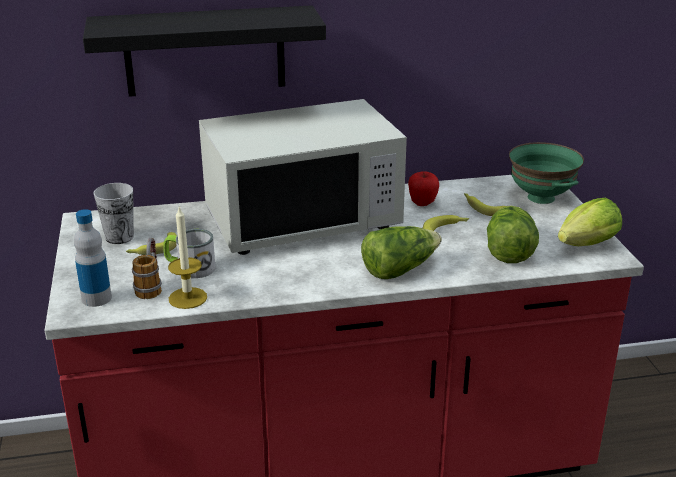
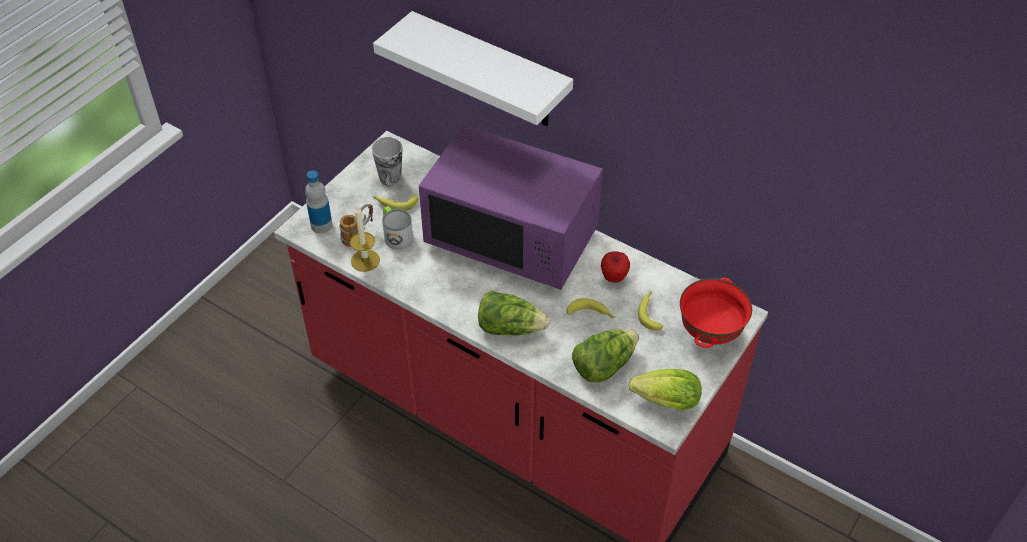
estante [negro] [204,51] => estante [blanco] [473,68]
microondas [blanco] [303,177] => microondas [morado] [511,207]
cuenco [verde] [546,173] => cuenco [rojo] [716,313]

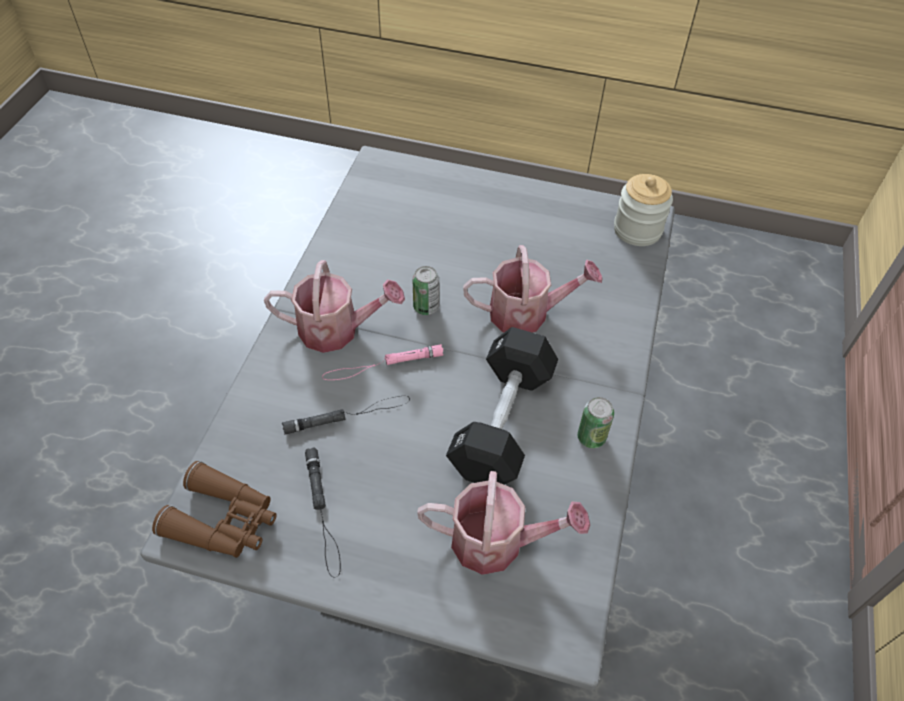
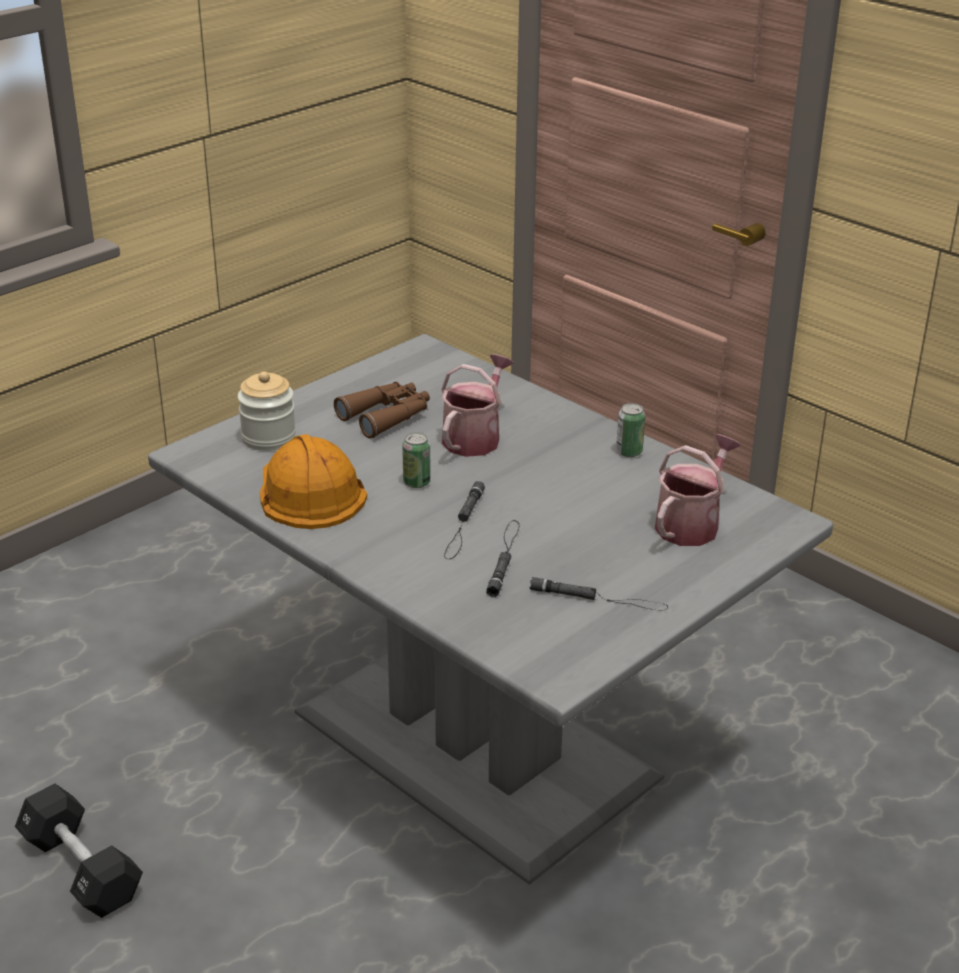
prismáticos [marrón] [214,509] => prismáticos [marrón] [382,410], relocated
regadera [334,306] => nothing
linterna [rosa] [383,362] => linterna [negro] [464,520]
mancuerna [negro] [502,406] => mancuerna [negro] [79,850], relocated
tarro [643,210] => tarro [267,411], relocated
nothing => casco [naranja] [313,481]

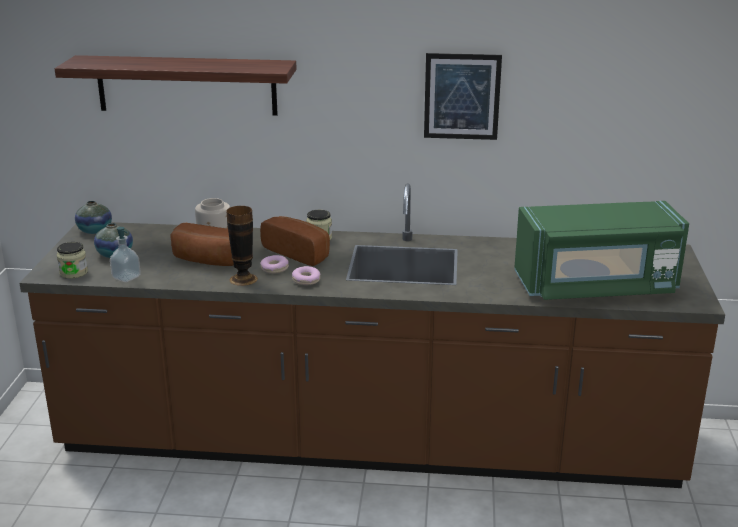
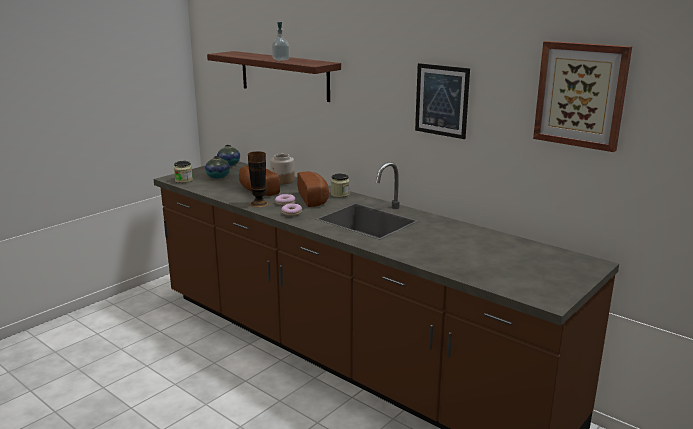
dispensador de jabón [125,254] => dispensador de jabón [281,41], relocated
microondas [verde] [601,250] => nothing
nothing => cuadro [582,96]

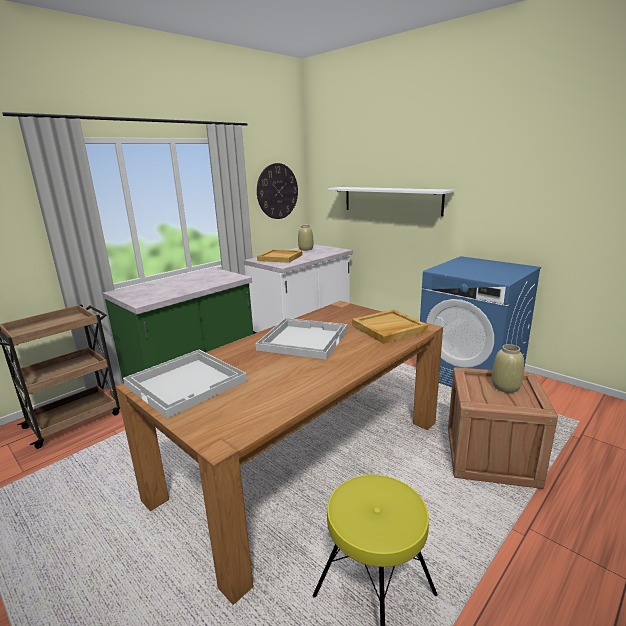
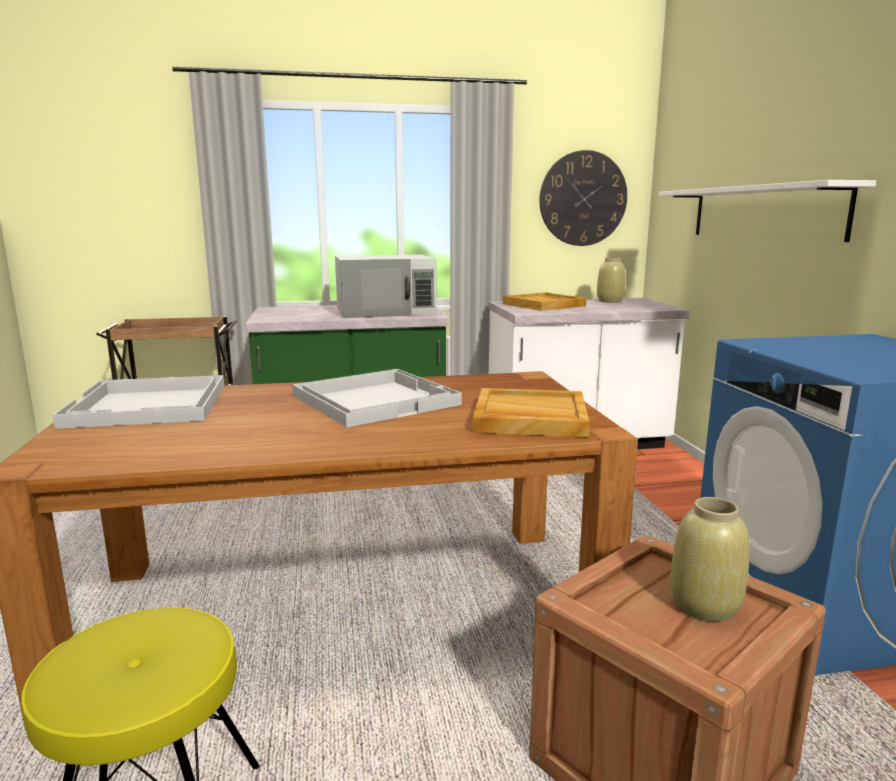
nothing => microondas [blanco] [386,286]

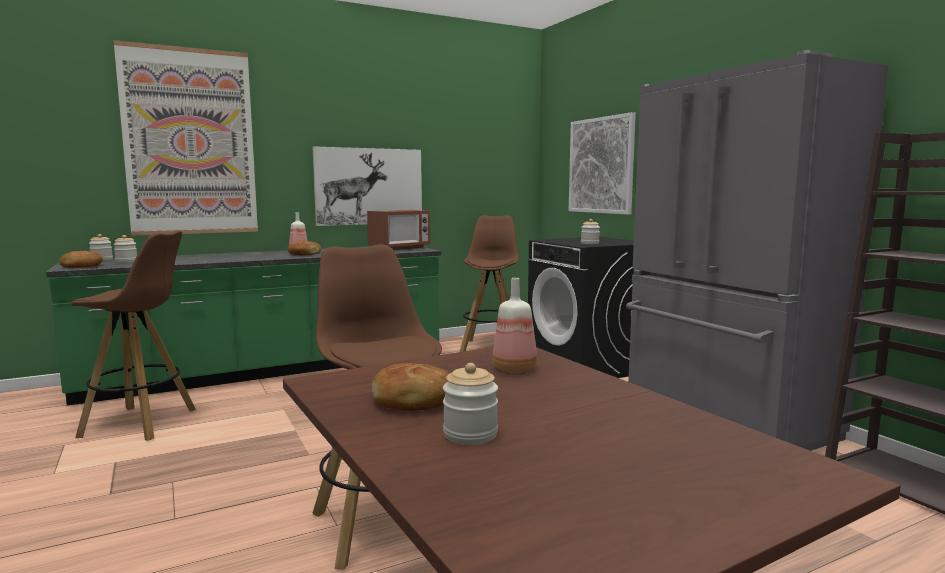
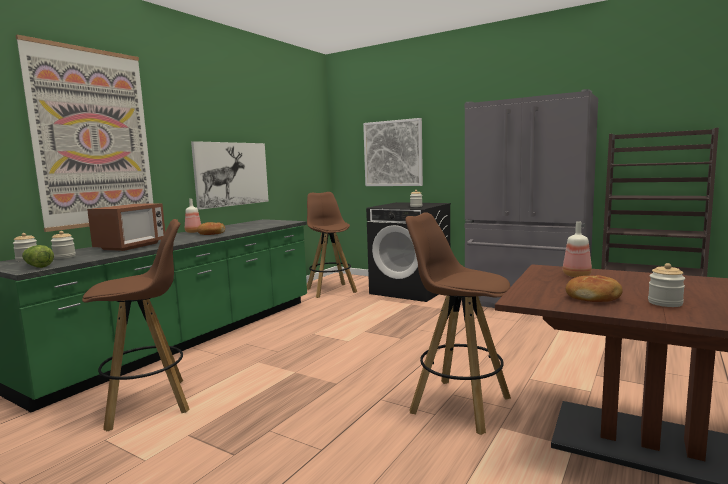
pan [81,259] => lechuga [38,256]
microondas [398,230] => microondas [126,227], relocated

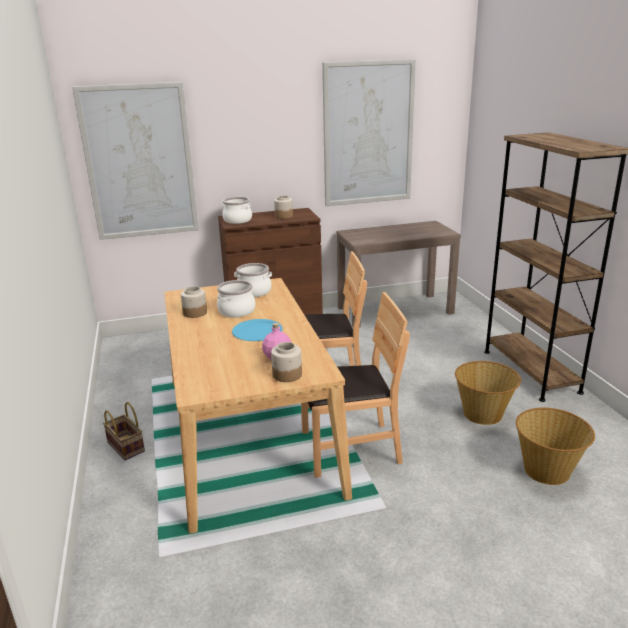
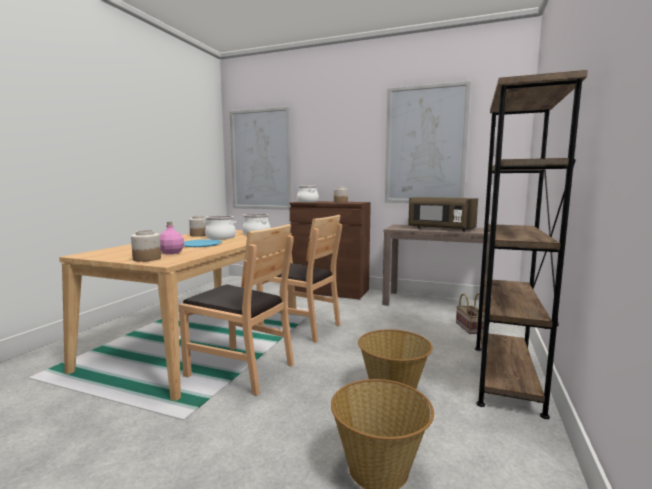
cesta [124,431] => cesta [470,313], relocated
nothing => microondas [marrón] [443,214]

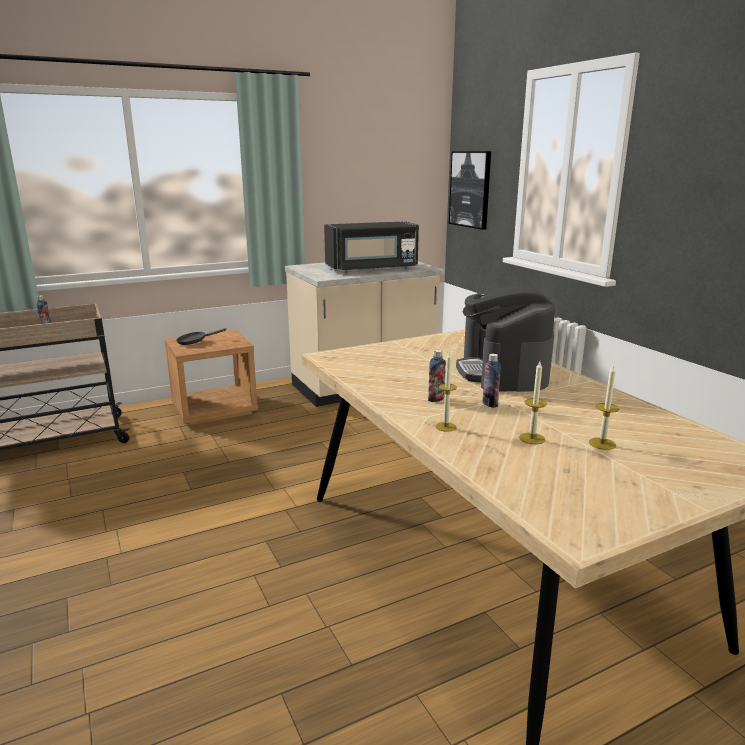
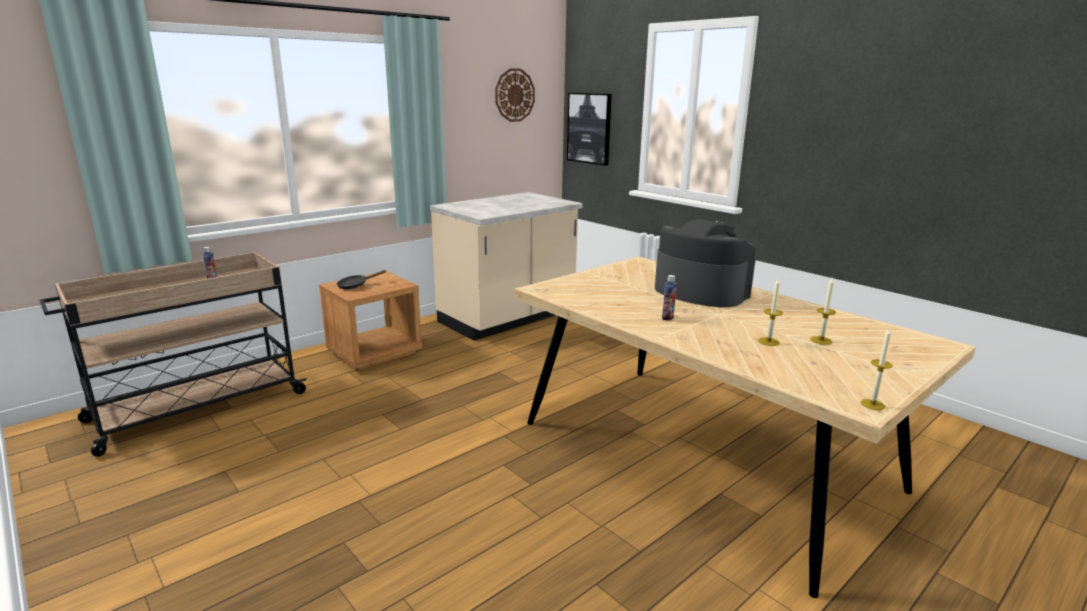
microondas [negro] [371,247] => nothing
vela [446,391] => vela [876,369], relocated
cafetera [505,339] => cafetera [705,263], 150 degrees clockwise
botella [492,381] => nothing
nothing => reloj de pared [515,95]

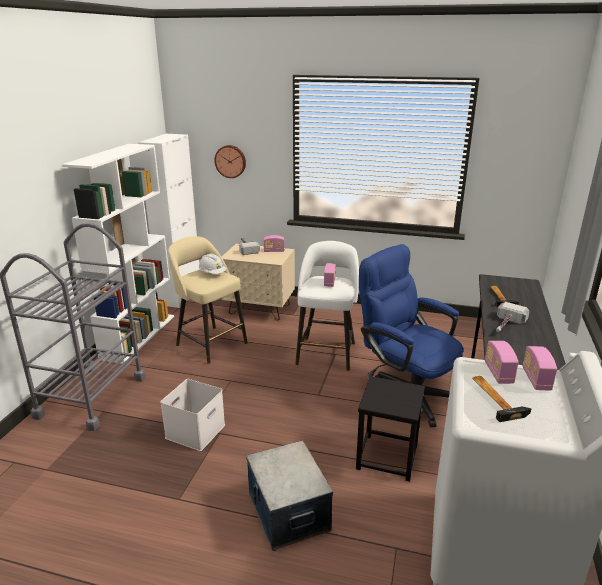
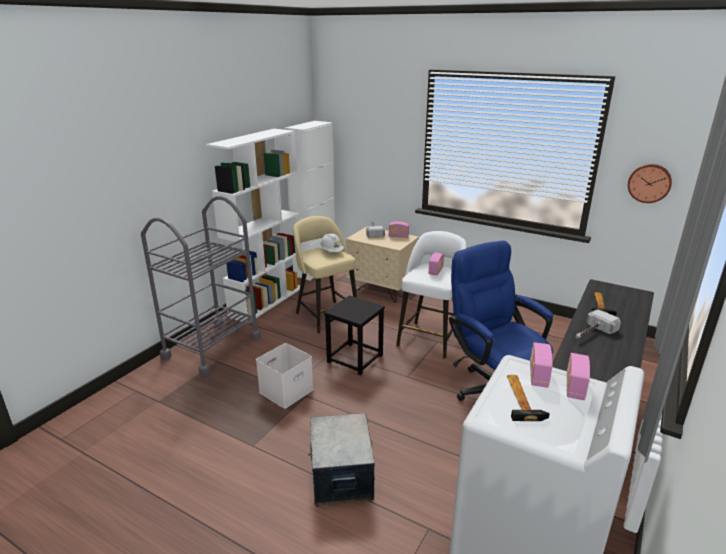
reloj de pared [230,161] => reloj de pared [650,183], relocated
taburete [negro] [390,429] => taburete [negro] [354,335], relocated

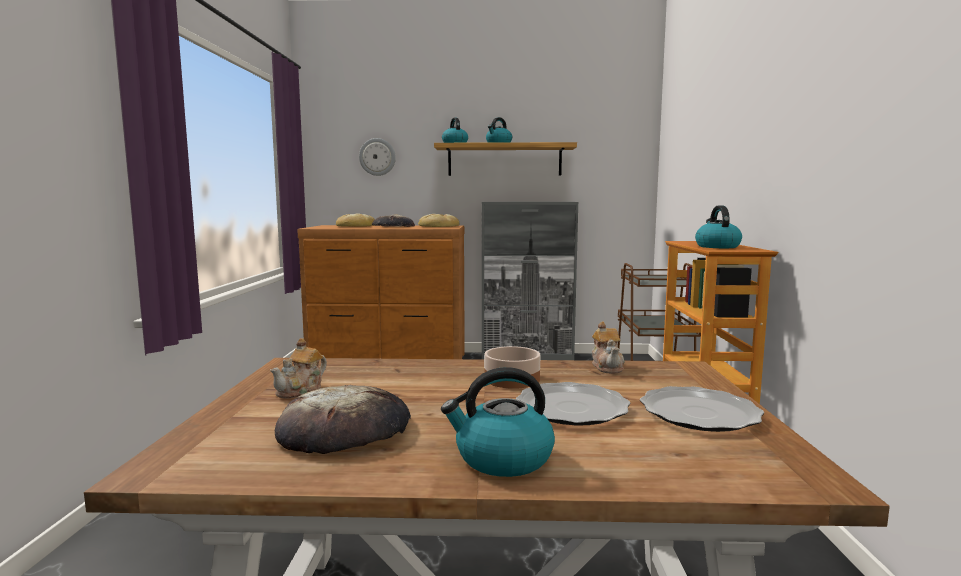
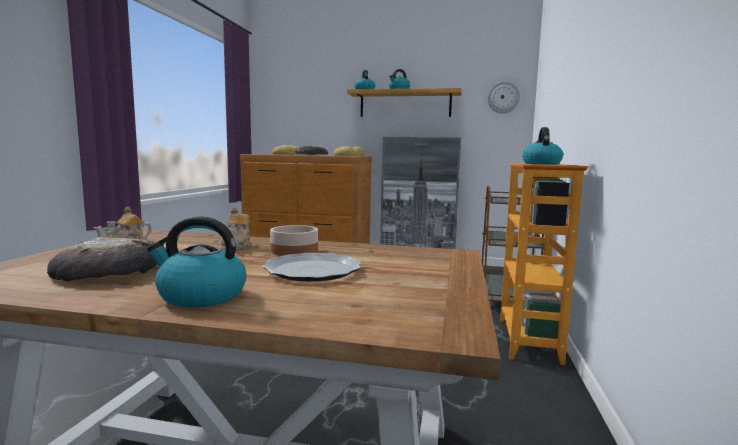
reloj de pared [377,157] => reloj de pared [504,97], relocated
tetera [608,347] => tetera [236,229], relocated
plato [702,409] => nothing

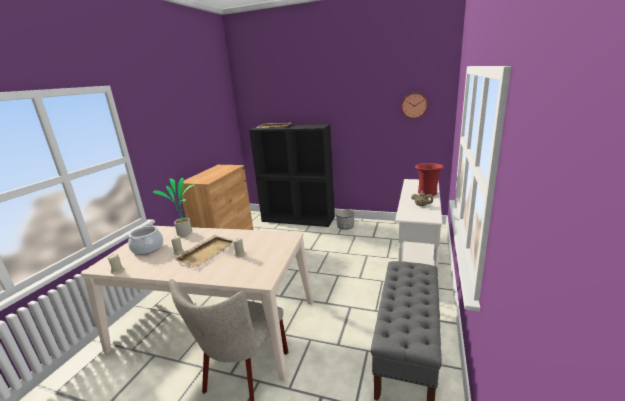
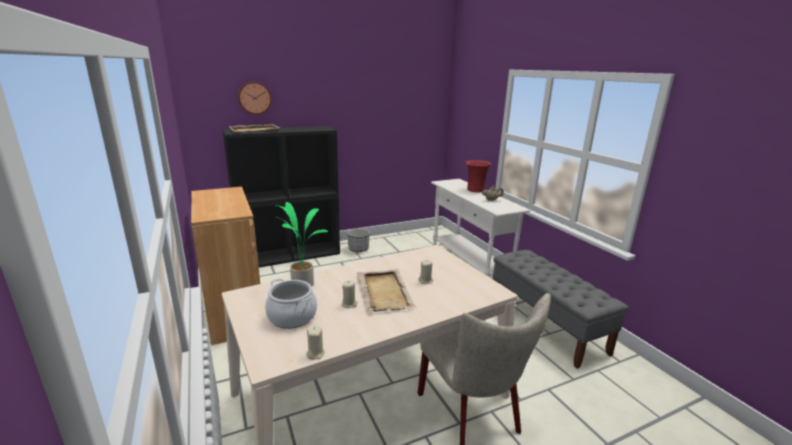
reloj de pared [414,105] => reloj de pared [255,98], relocated

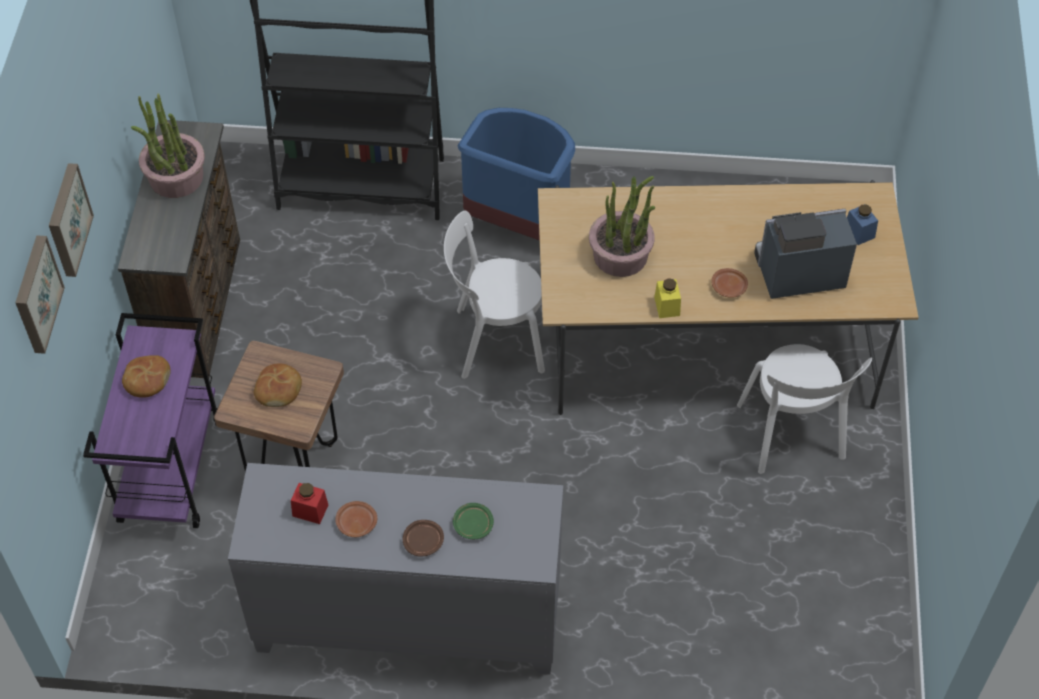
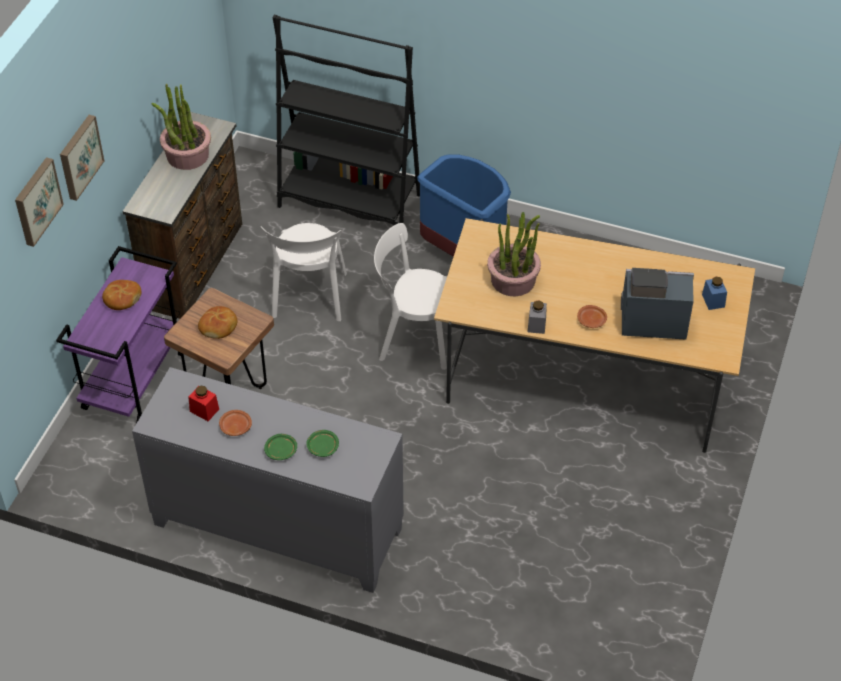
plato [marrón] [423,538] => plato [verde] [280,447]
tarro [amarillo] [667,298] => tarro [gris] [537,317]
silla [blanco] [804,409] => silla [blanco] [303,272], relocated

